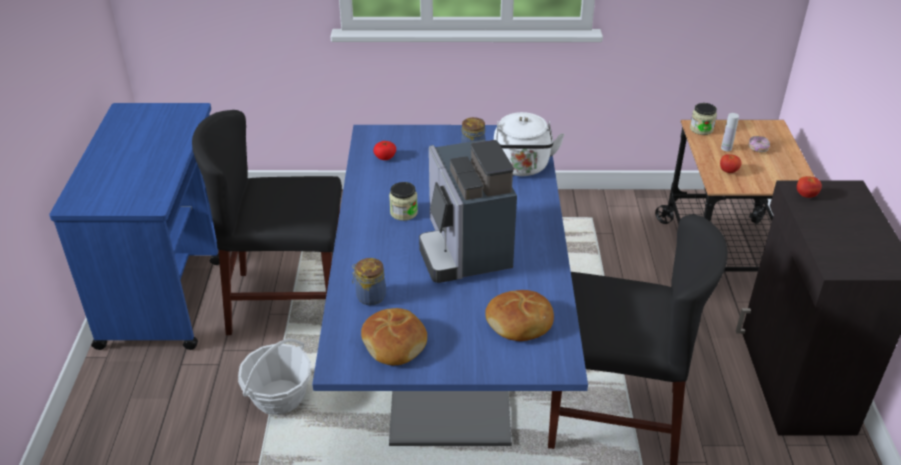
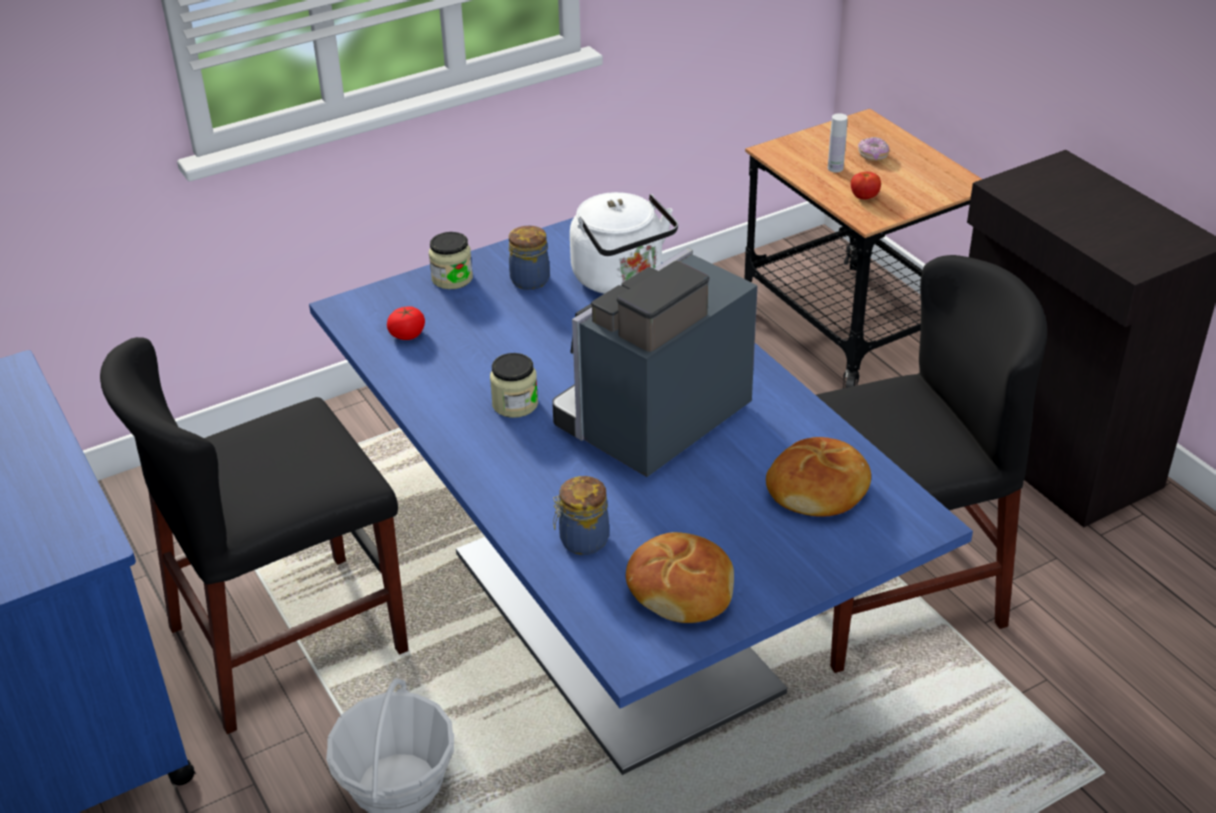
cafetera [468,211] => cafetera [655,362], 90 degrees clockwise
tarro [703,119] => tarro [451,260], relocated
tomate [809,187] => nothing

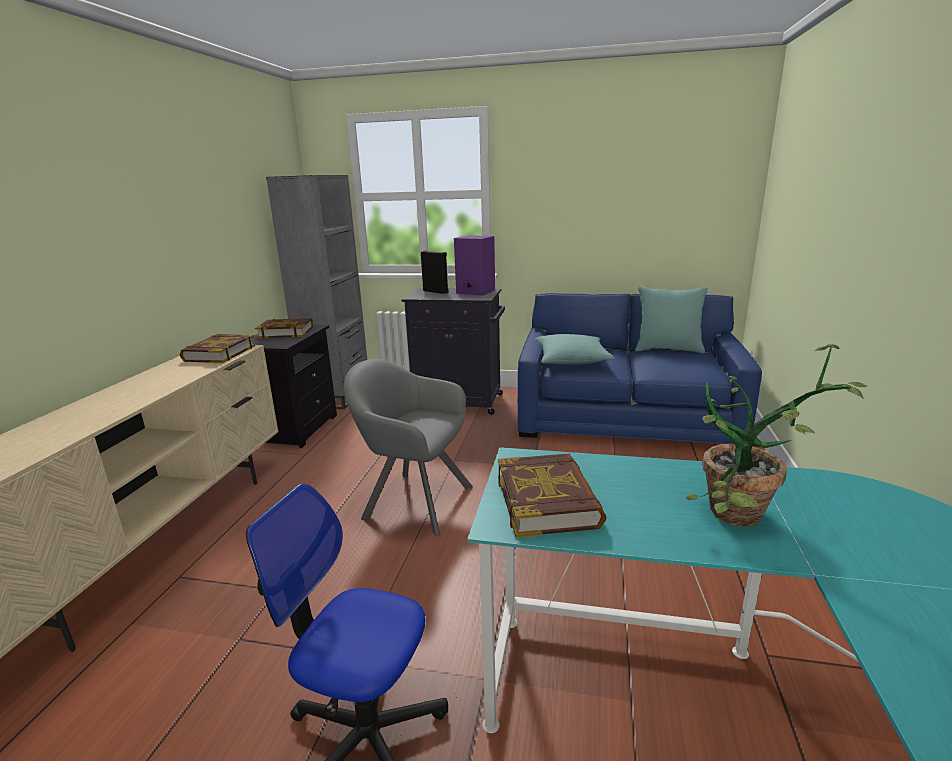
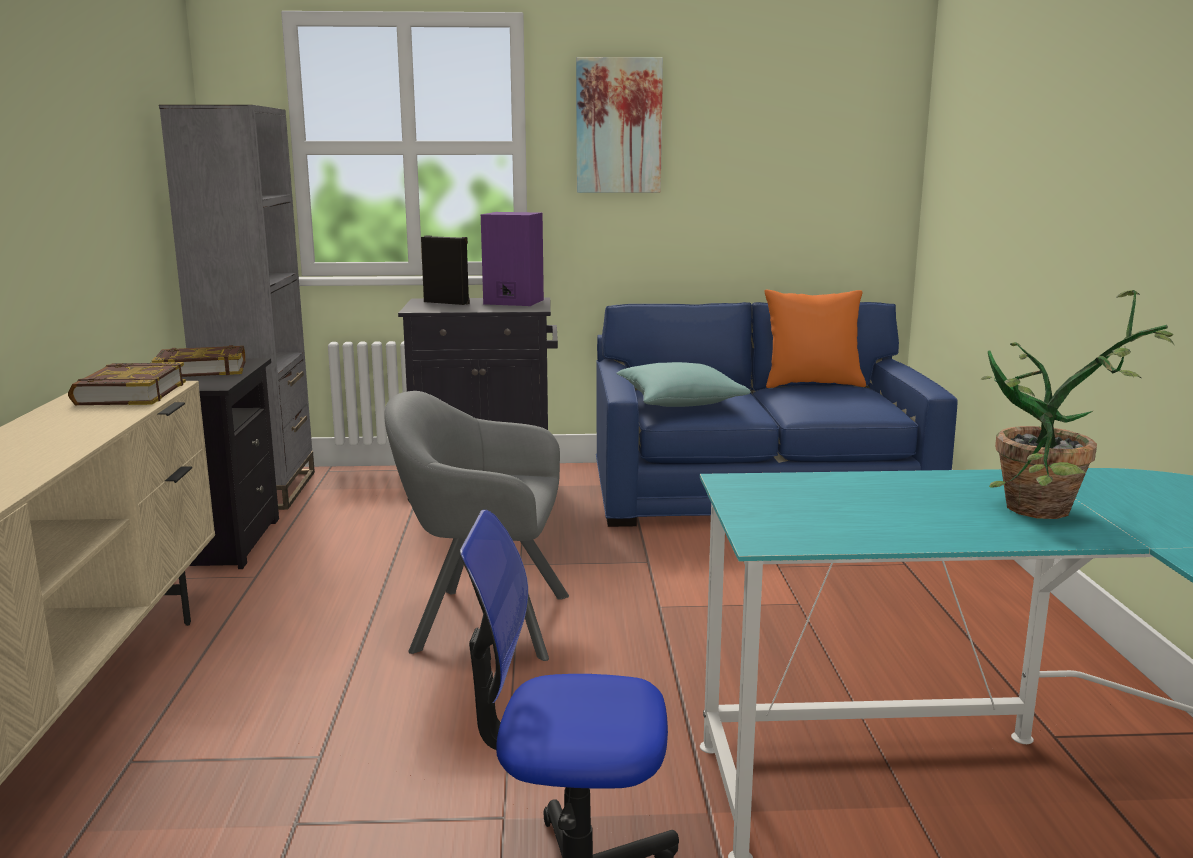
libro [552,495] => nothing
cojín [turquesa] [671,320] => cojín [naranja] [815,339]
nothing => cuadro [619,125]

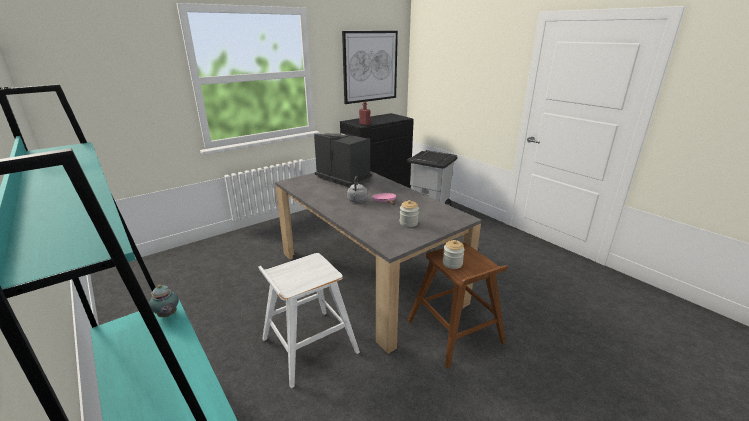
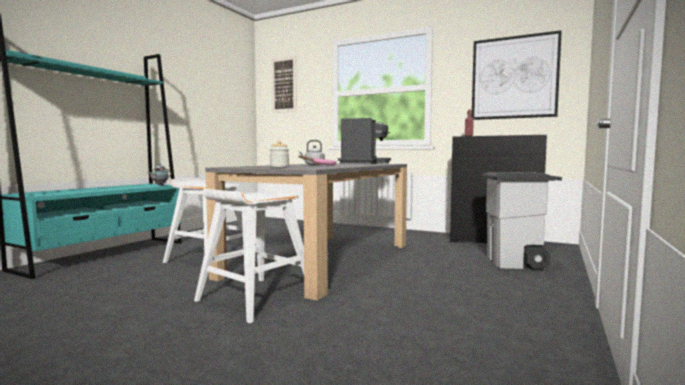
taburete [marrón] [457,306] => taburete [blanco] [249,256]
tarro [454,254] => nothing
nothing => cuadro [284,84]

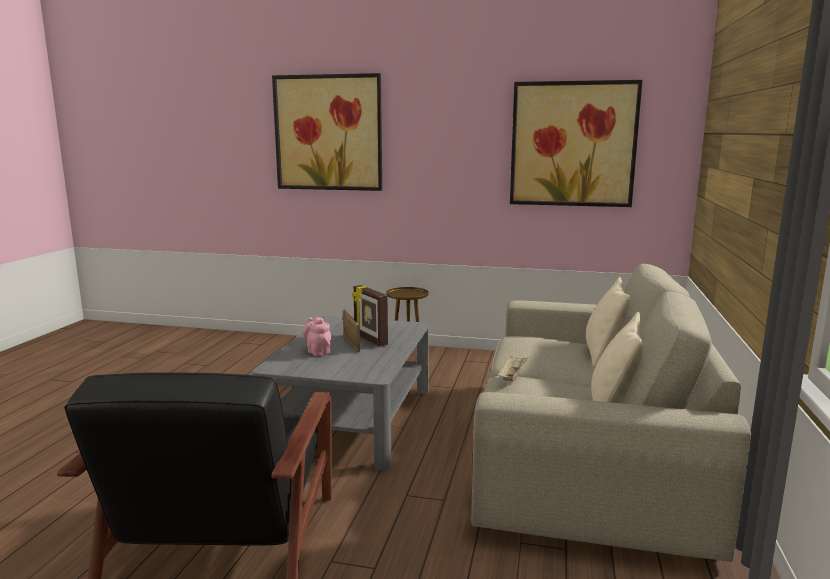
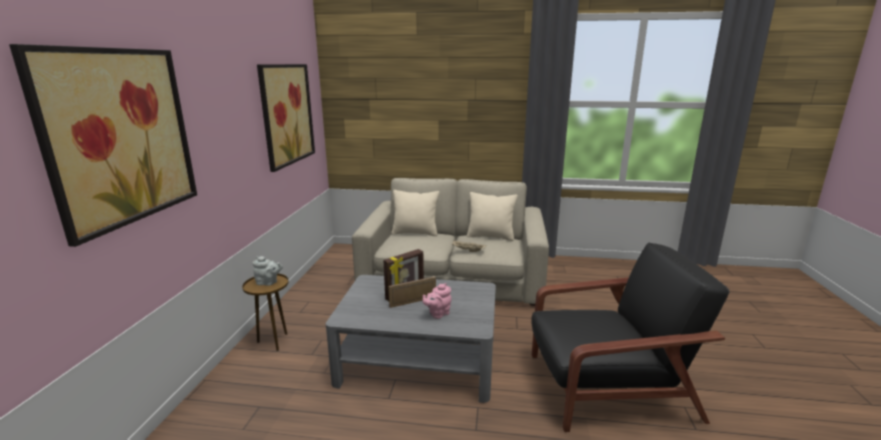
nothing => tetera [gris] [268,271]

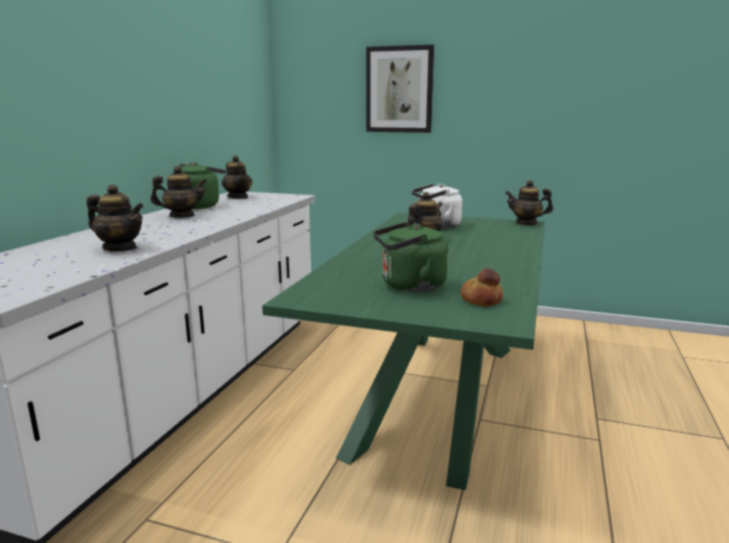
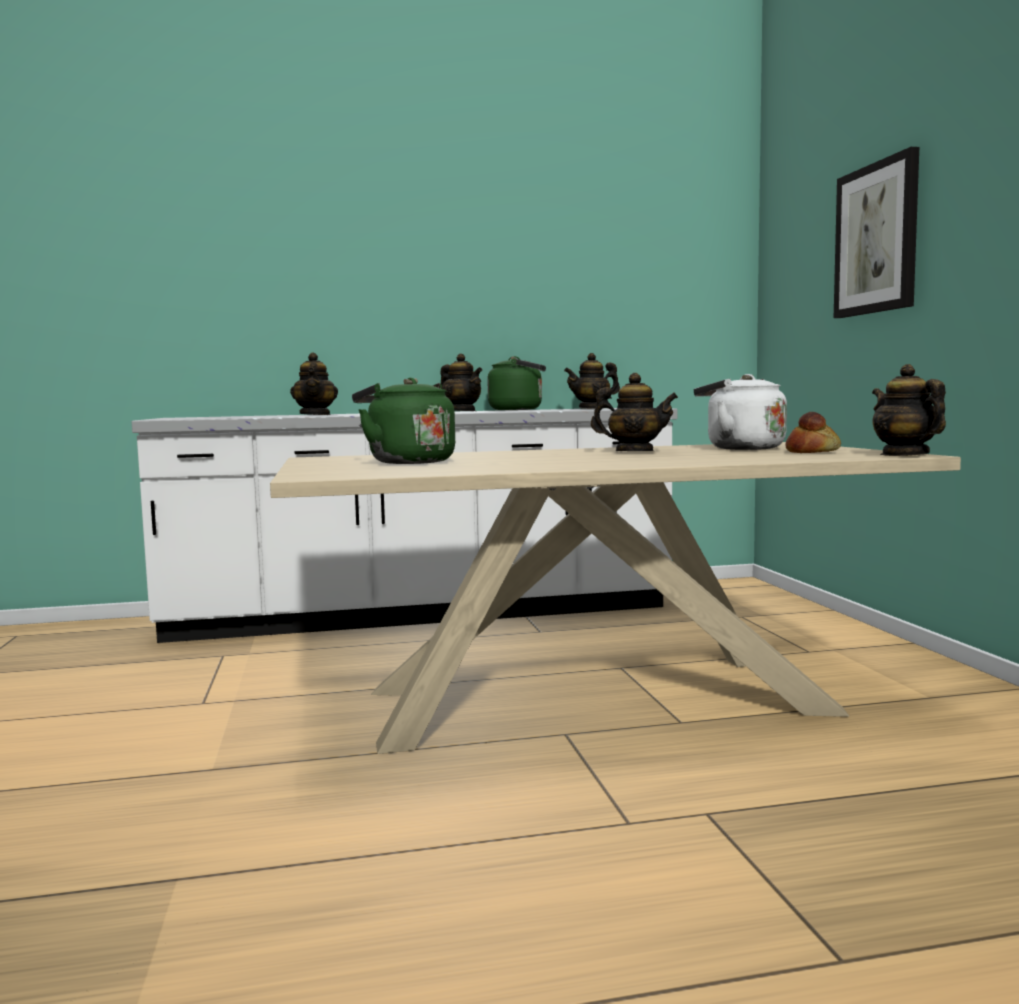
tetera [237,177] => tetera [592,381], 45 degrees clockwise
mesa de comedor [verde] [403,351] => mesa de comedor [beis] [615,598]
pan [482,287] => pan [813,432], relocated

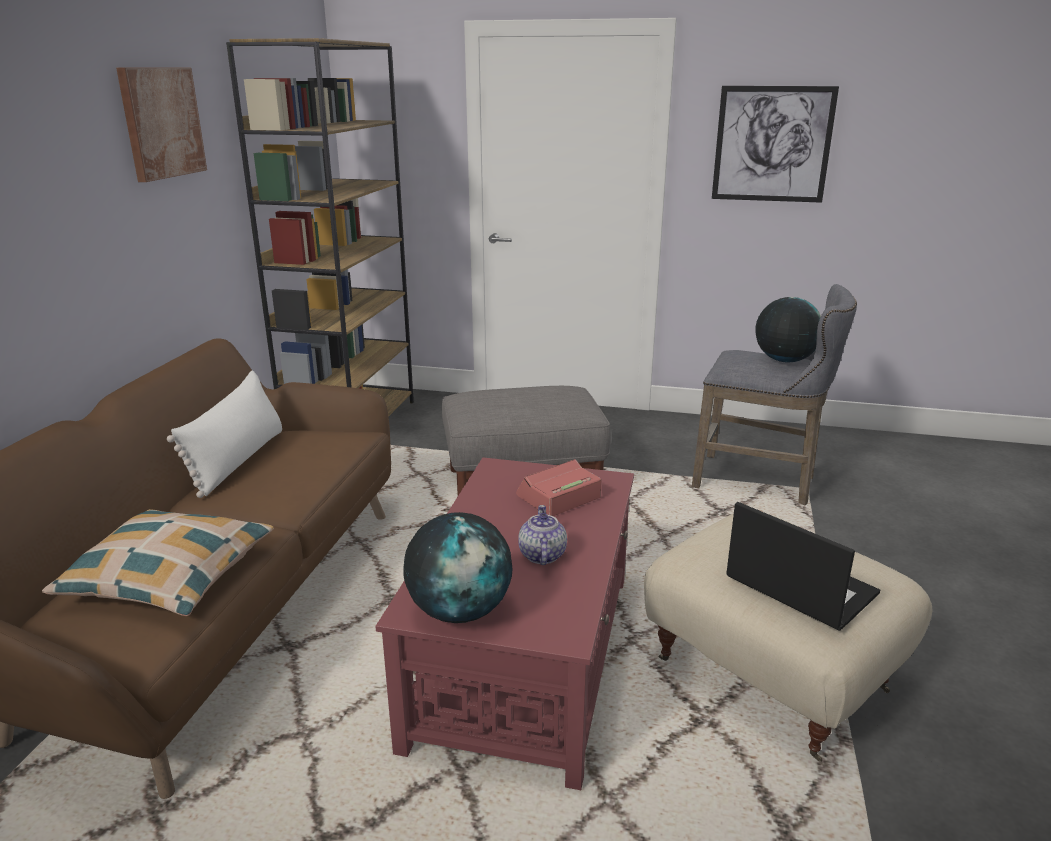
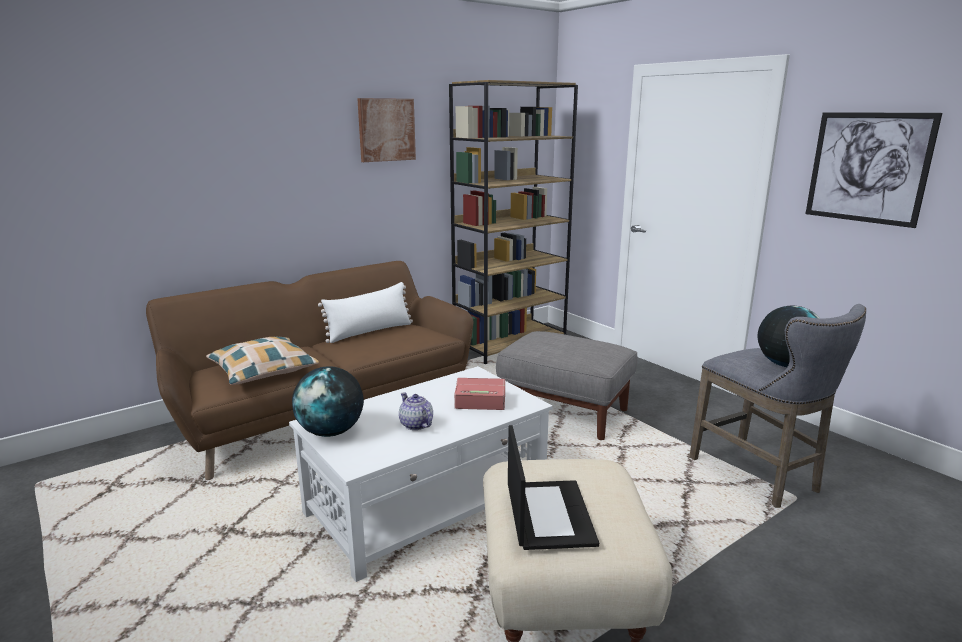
mesa de centro [rojo] [504,623] => mesa de centro [blanco] [421,474]
tetera [542,535] => tetera [416,411], 75 degrees counterclockwise

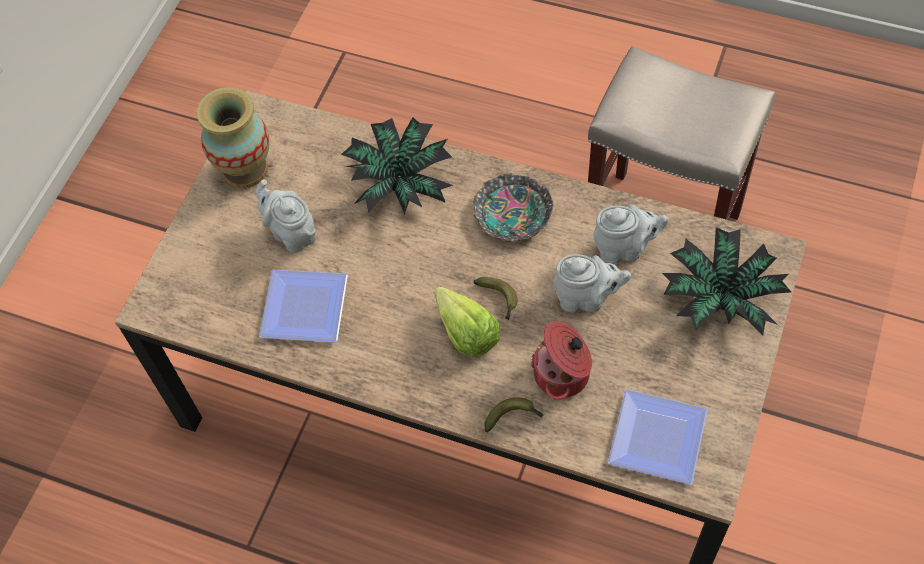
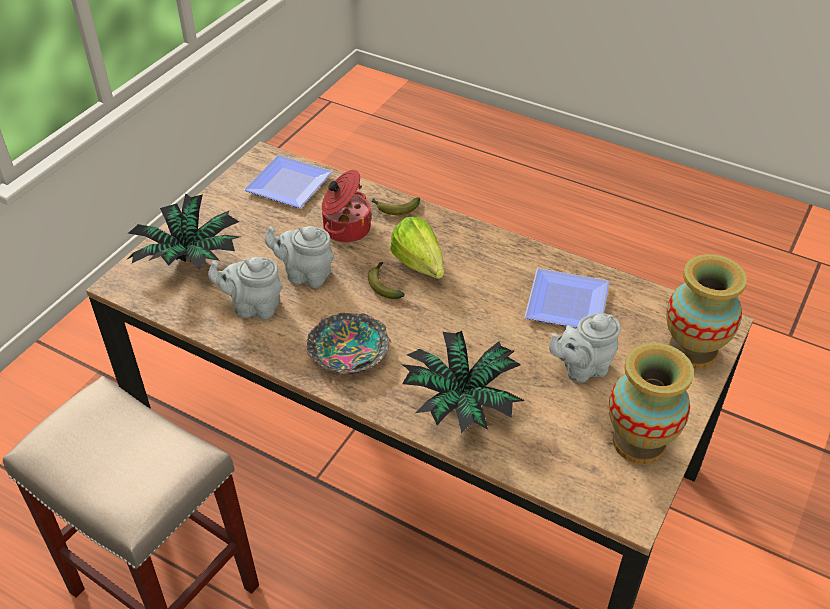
tetera [gris] [286,216] => tetera [gris] [585,348], 105 degrees clockwise
nothing => florero [706,311]

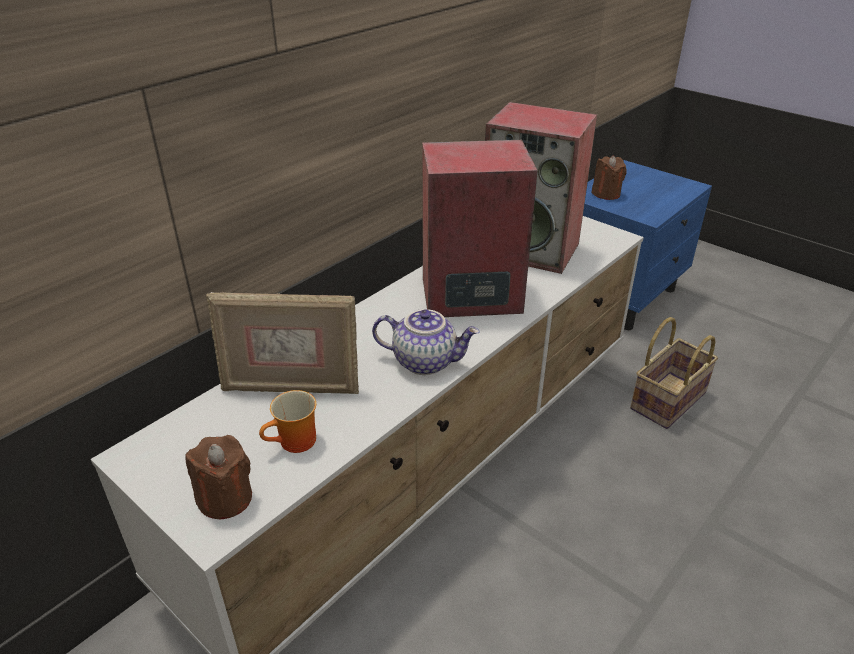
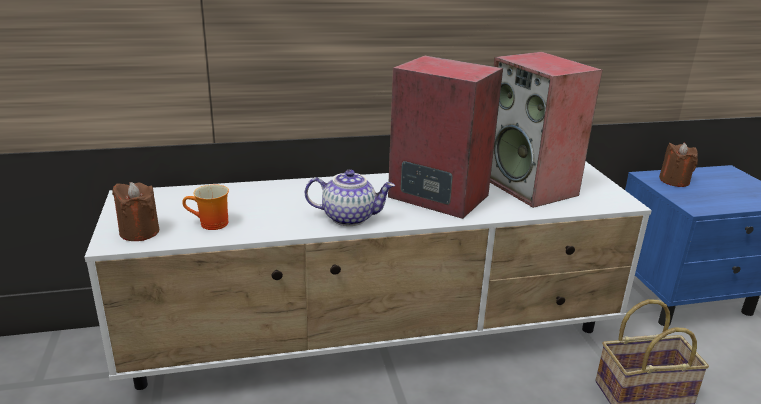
portarretratos [282,343] => nothing
tetera [426,342] => tetera [350,197], 45 degrees counterclockwise

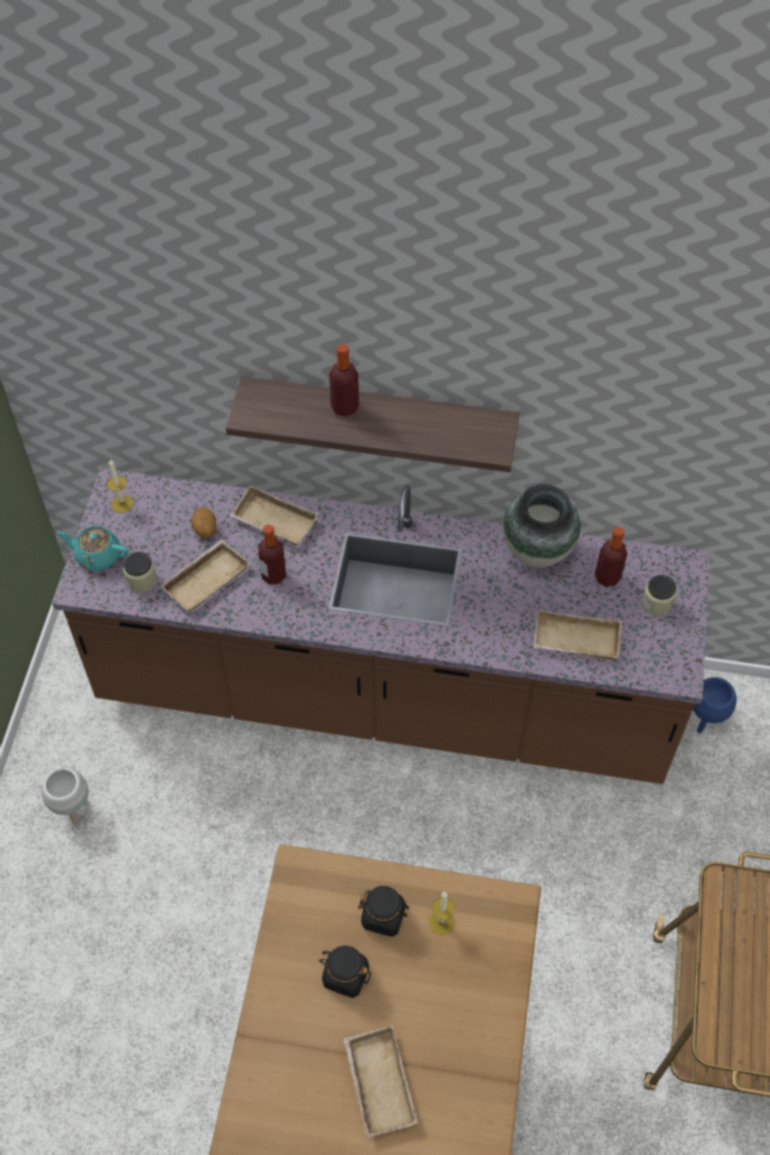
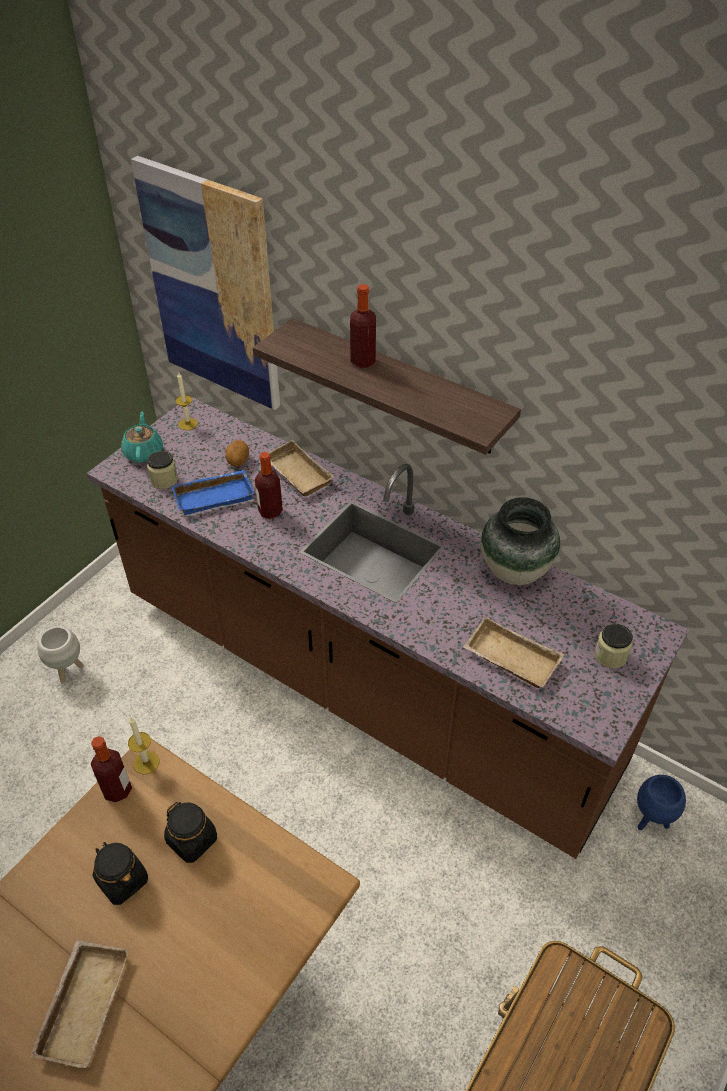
tetera [turquesa] [92,548] => tetera [turquesa] [142,437], 45 degrees clockwise
bandeja [beis] [205,575] => bandeja [azul] [213,492]
vela [442,913] => vela [143,746], relocated
botella [611,557] => botella [111,769], relocated
nothing => cuadro [205,283]

